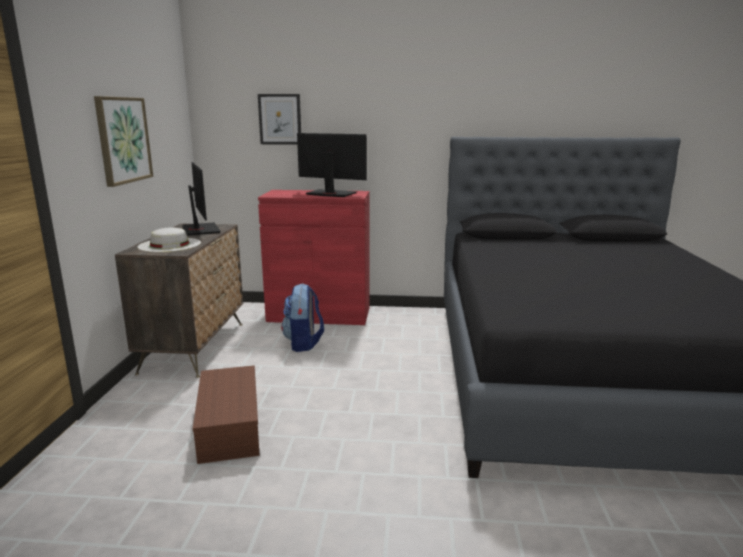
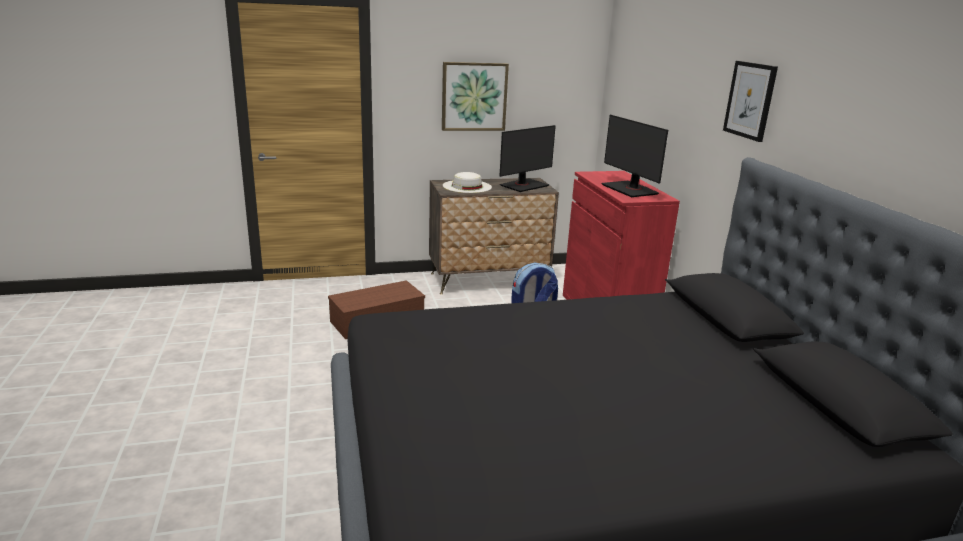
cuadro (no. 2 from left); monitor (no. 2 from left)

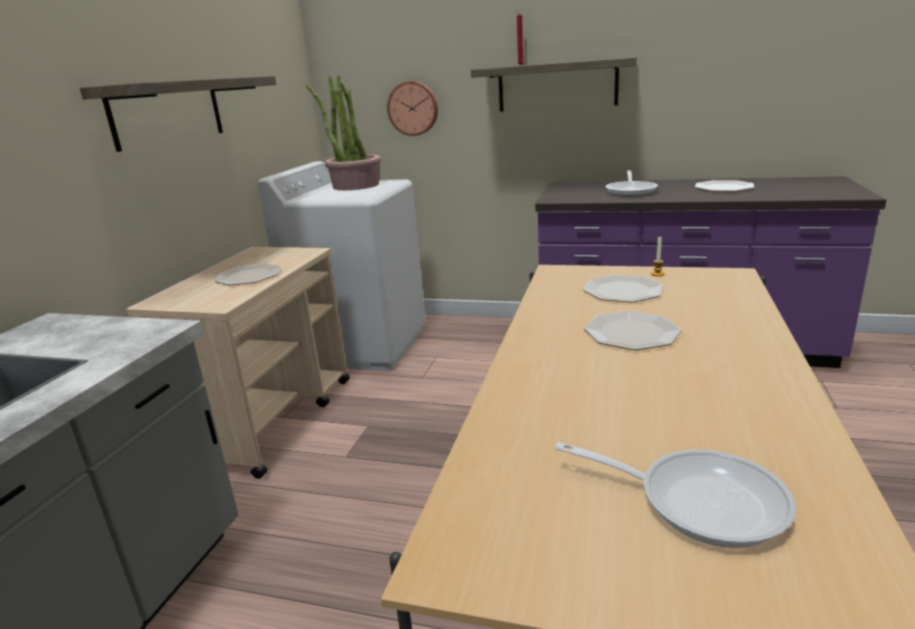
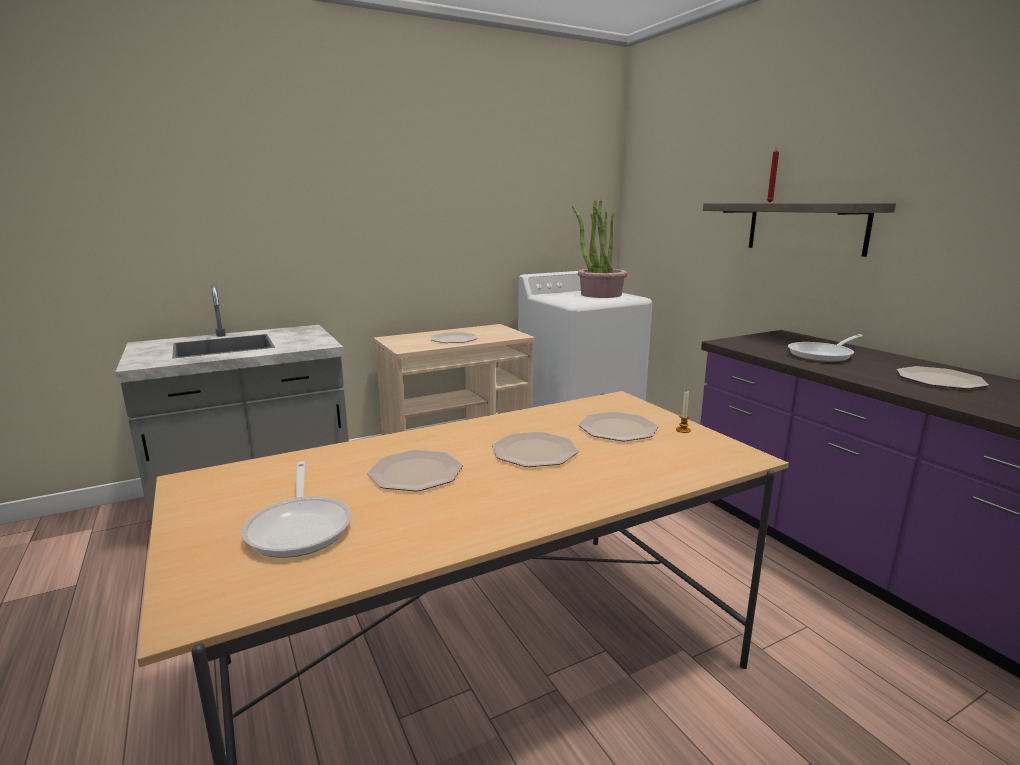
estante (no. 1 from left in the first image); reloj de pared; plato (no. 1 from left)

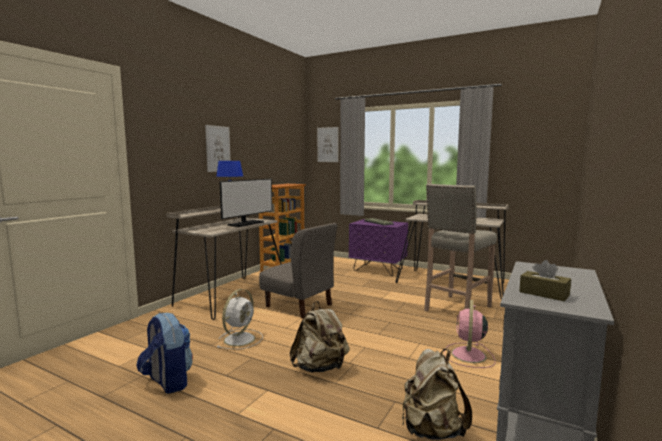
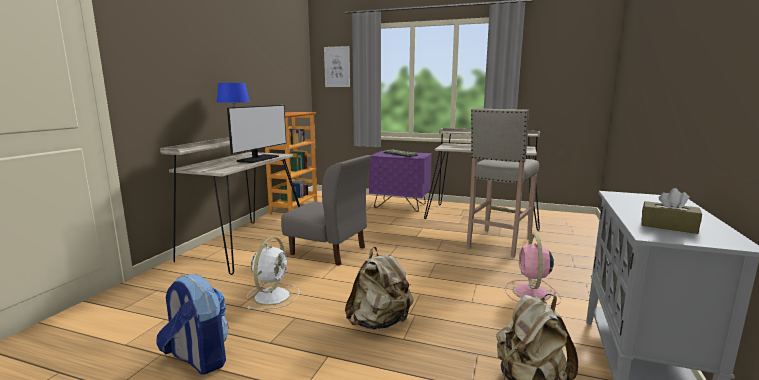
cuadro (no. 1 from left in the first image)

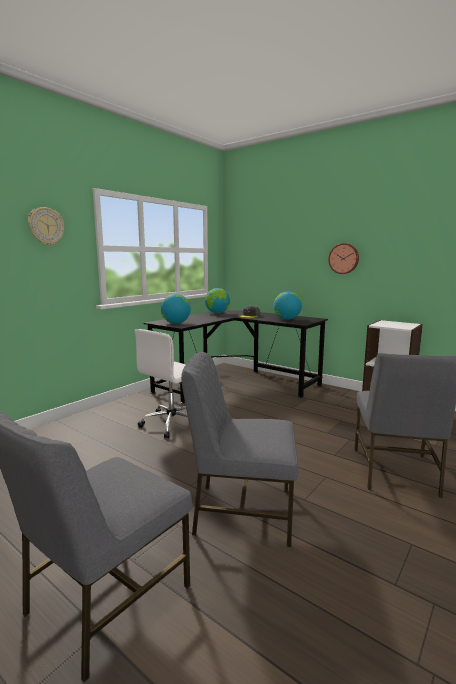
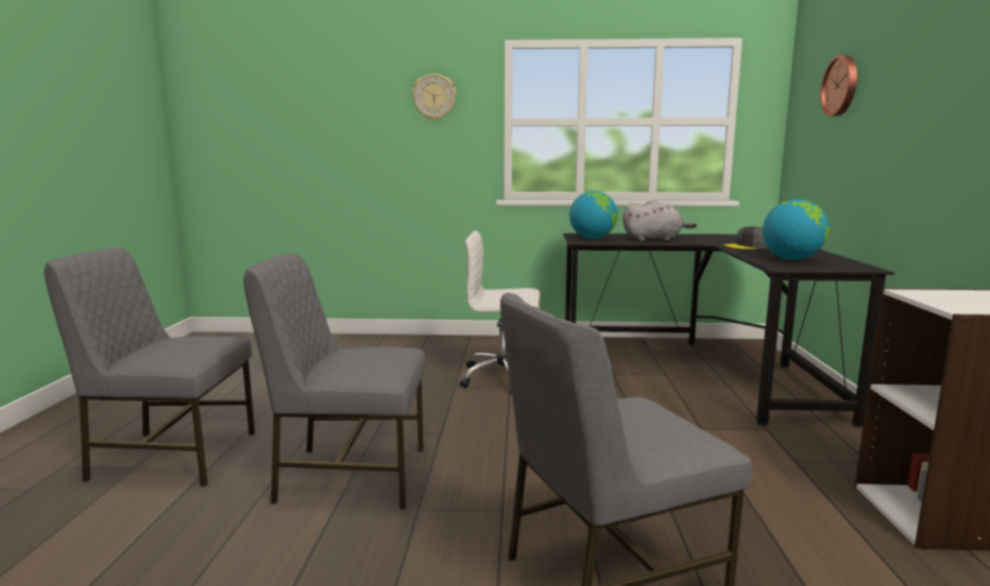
reloj de pared (no. 2 from left); globo terráqueo (no. 2 from left in the first image); silla [gris] (no. 2 from left); peluche [gris]

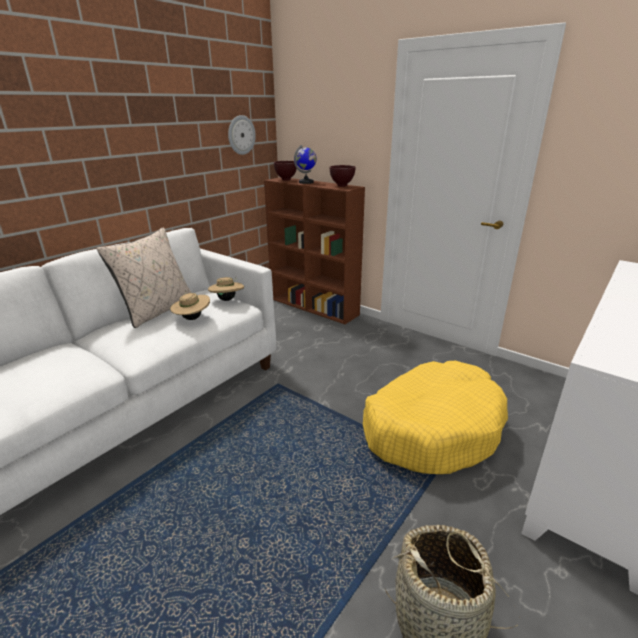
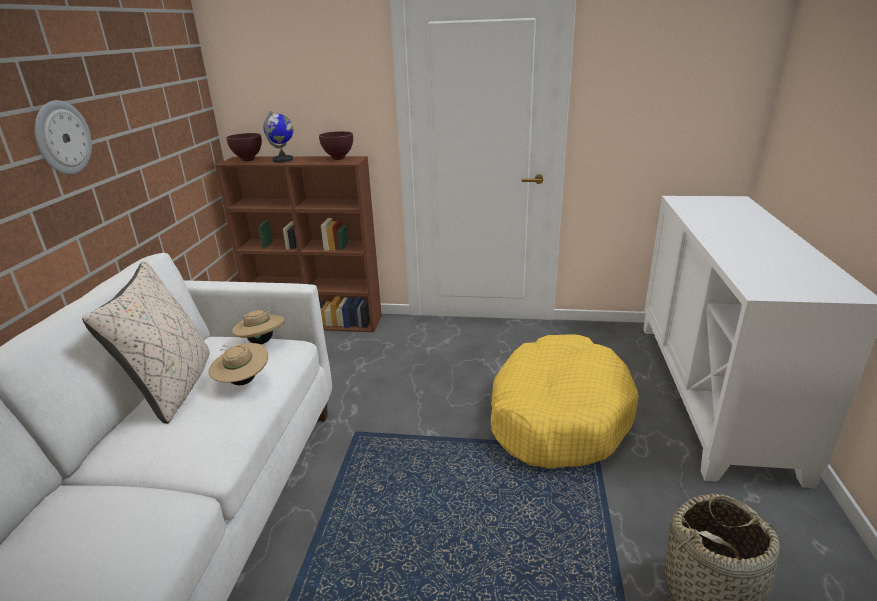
reloj de pared

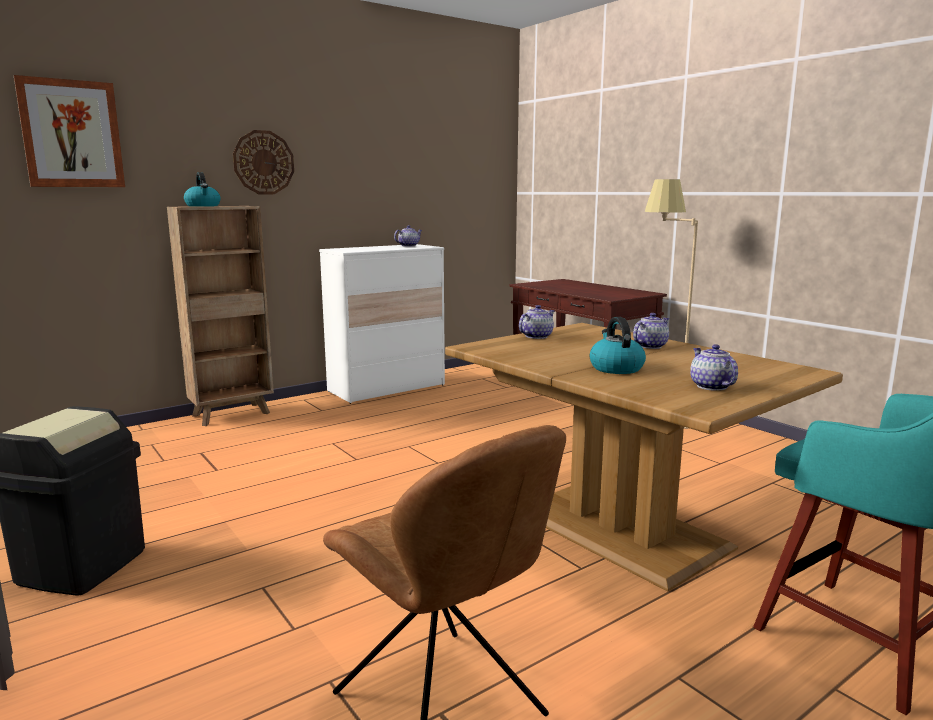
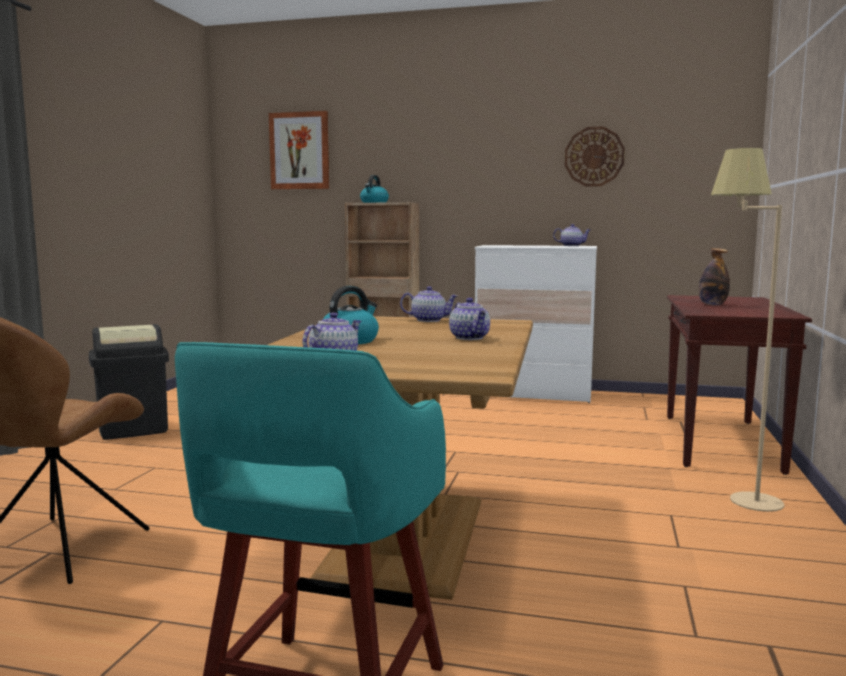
reloj de pared; tetera (no. 3 from left); botella

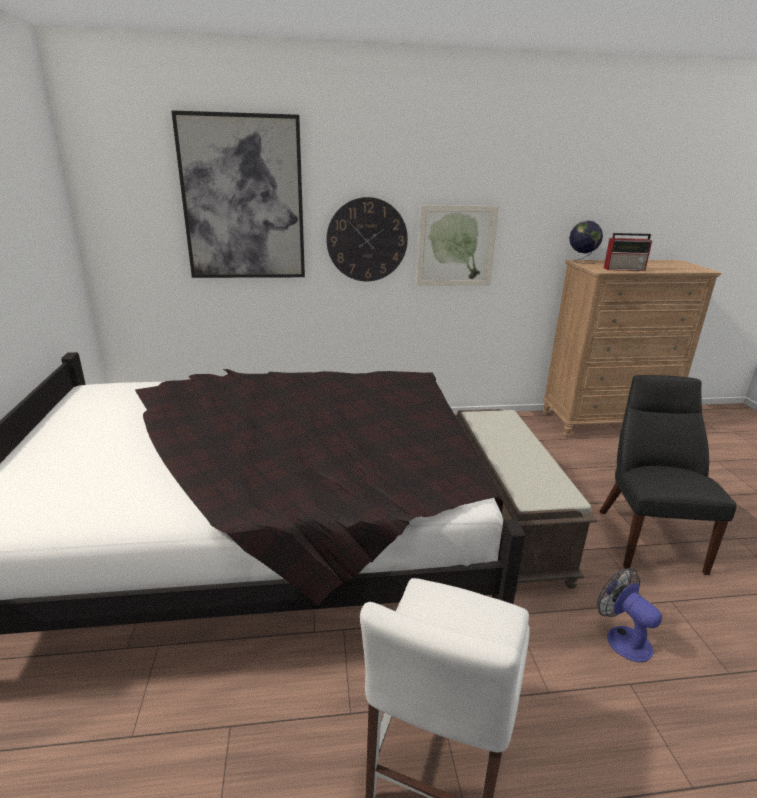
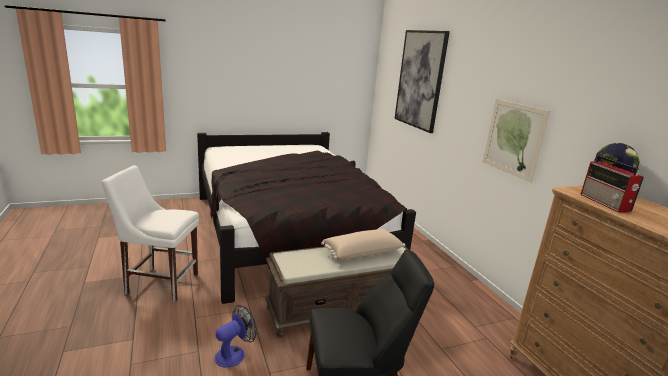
reloj de pared; cojín [beis]

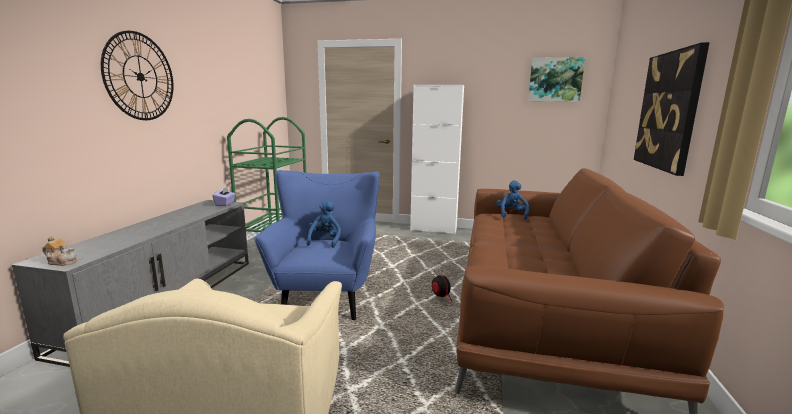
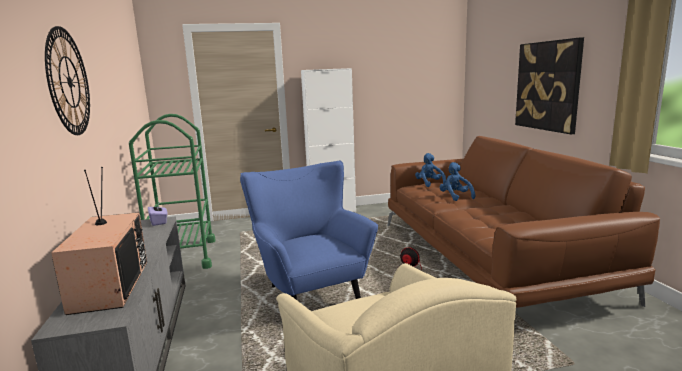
cuadro (no. 1 from left in the first image); peluche [azul] (no. 2 from left); tetera; televisor

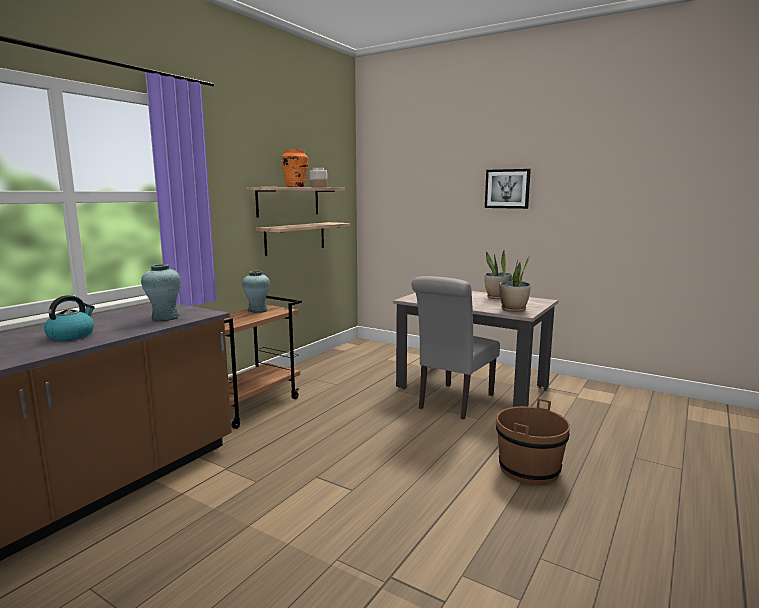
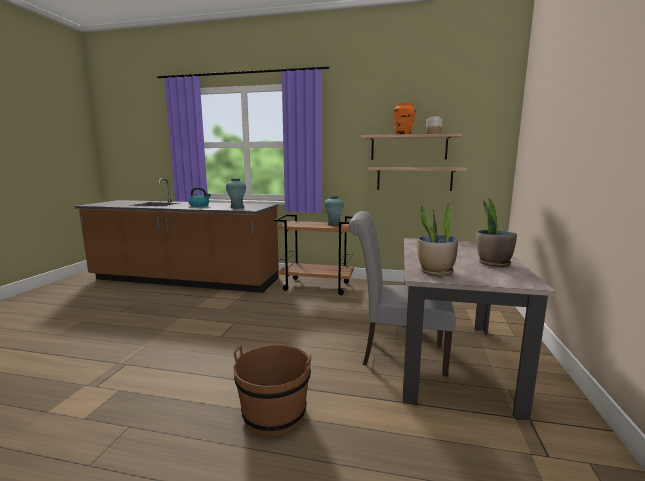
cuadro

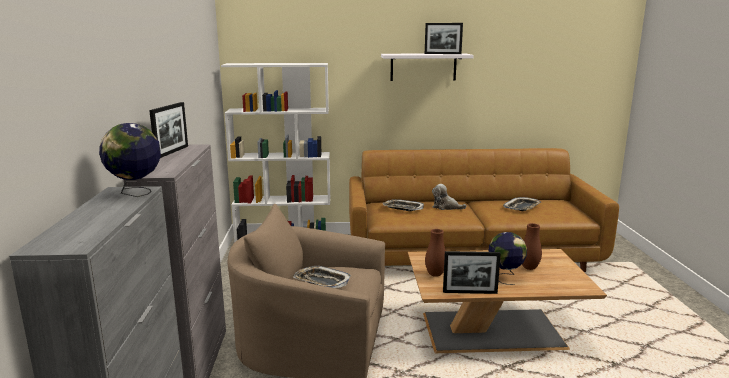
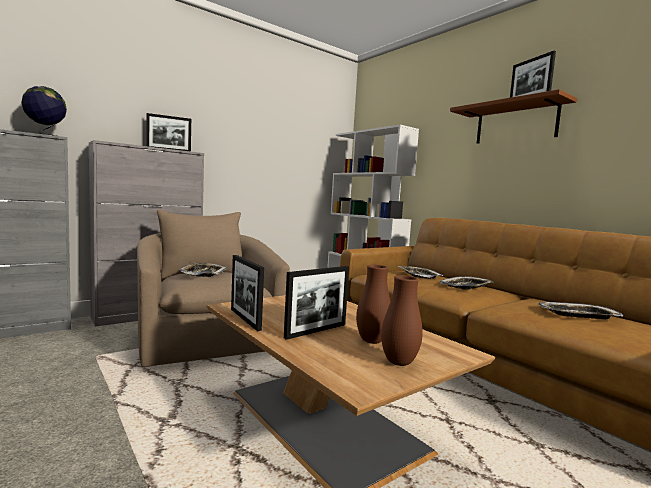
estante [marrón]; bandeja (no. 3 from left); florero [marrón] (no. 2 from left); portarretratos (no. 3 from left)

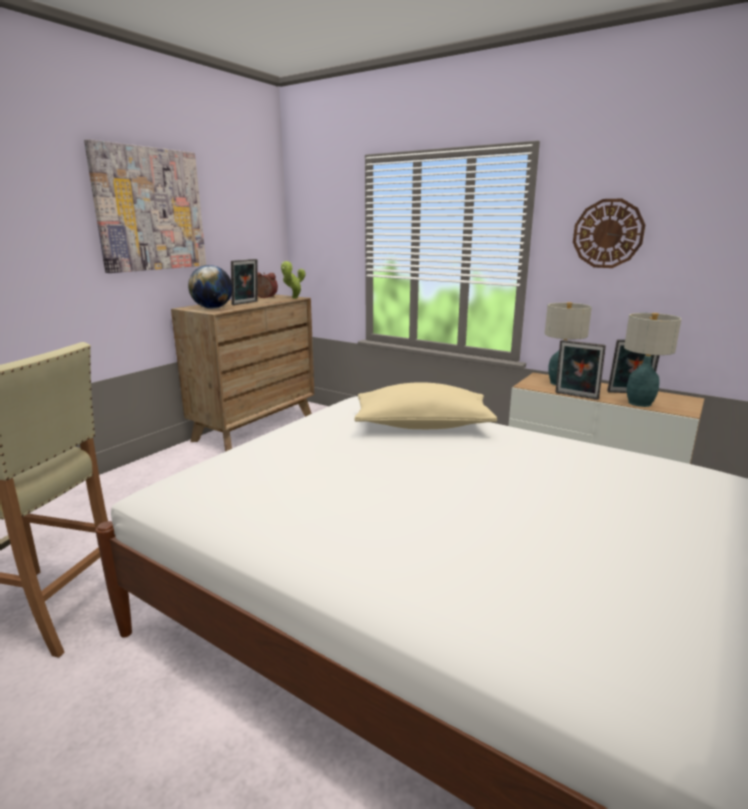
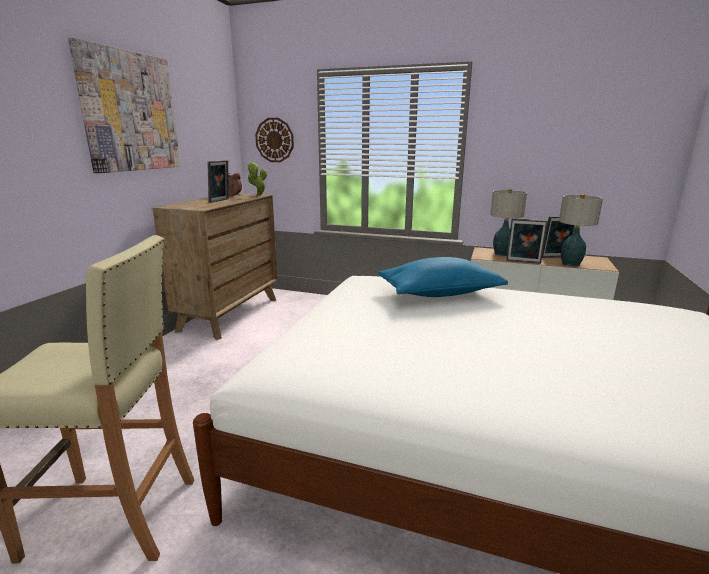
reloj de pared; globo terráqueo; cojín [azul]

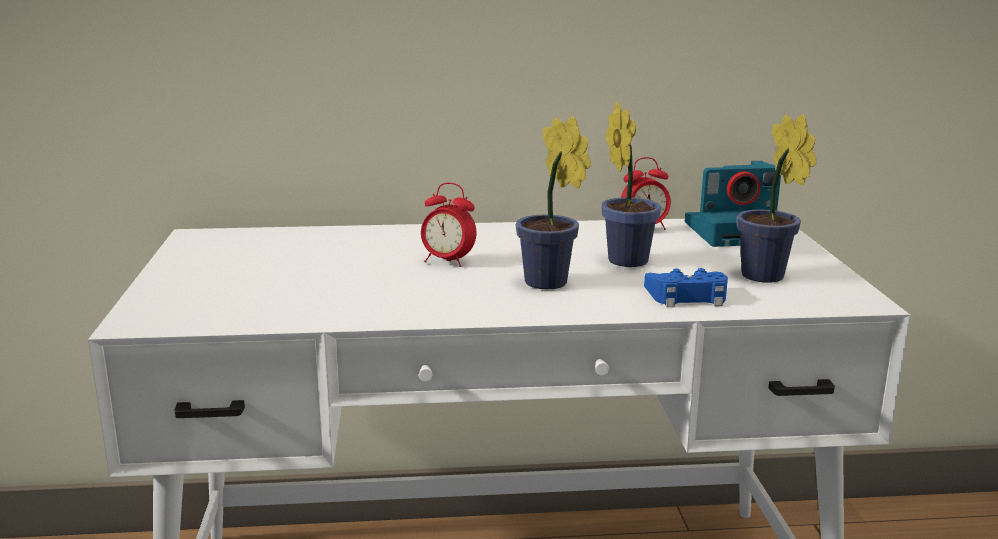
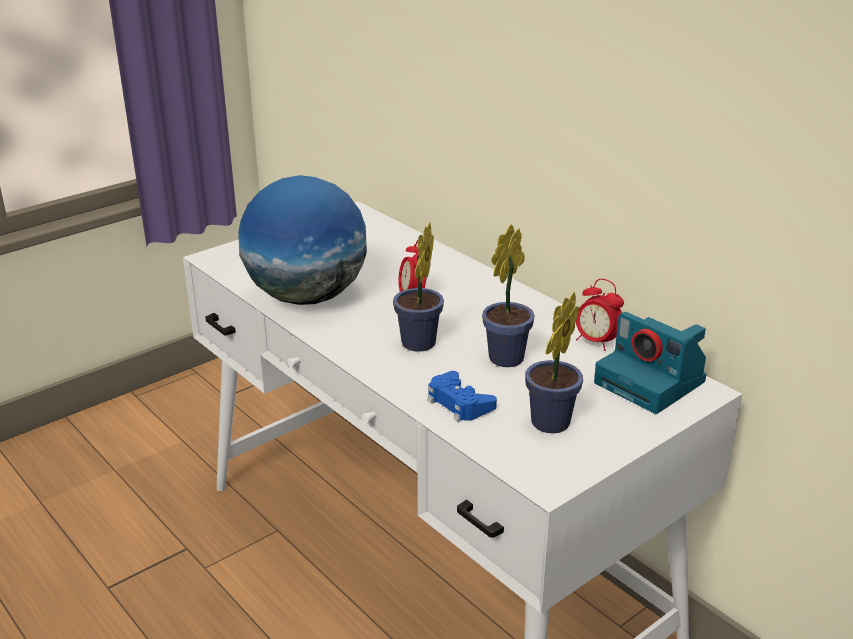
globo terráqueo

